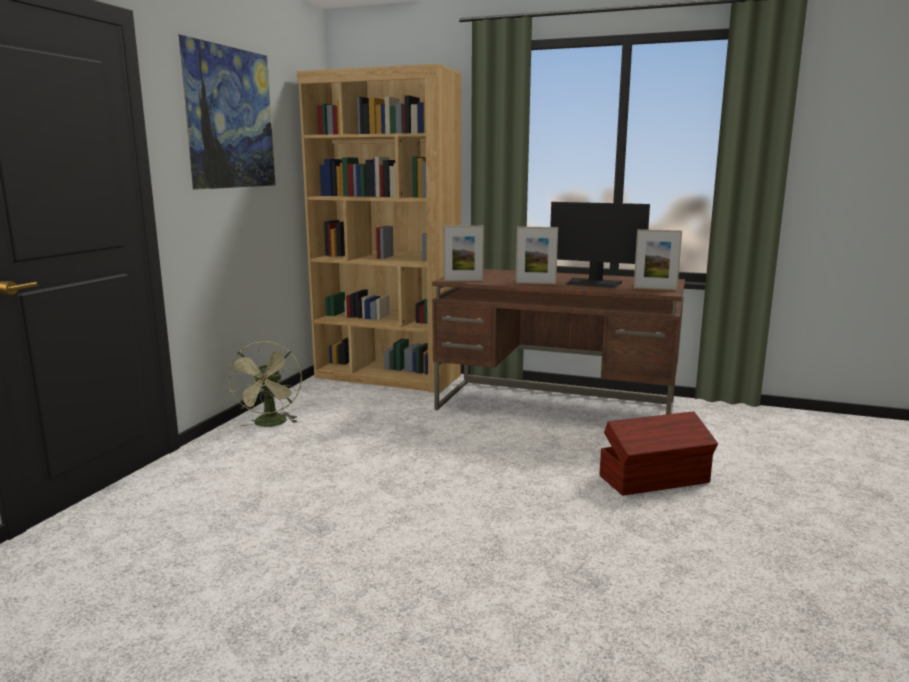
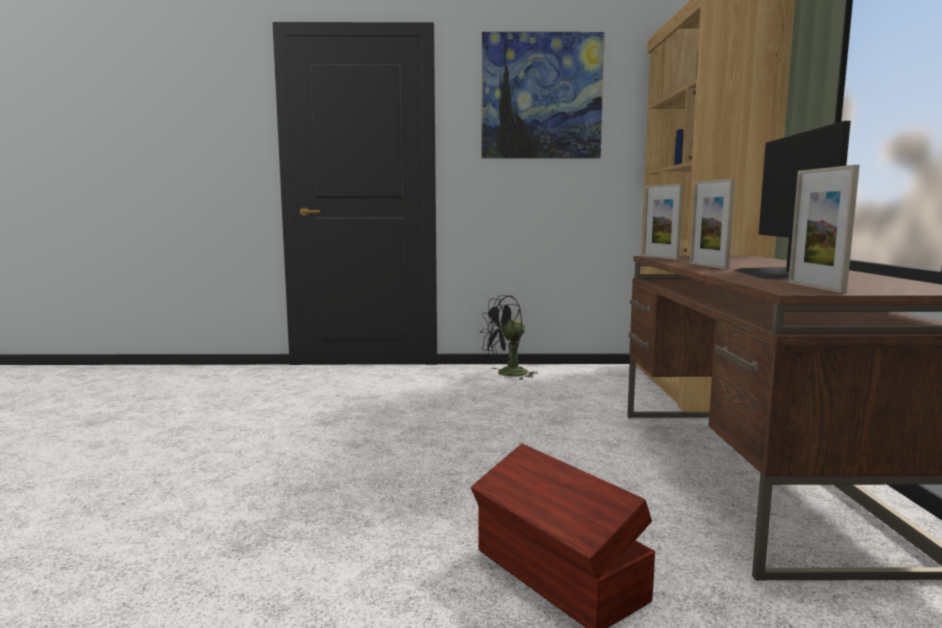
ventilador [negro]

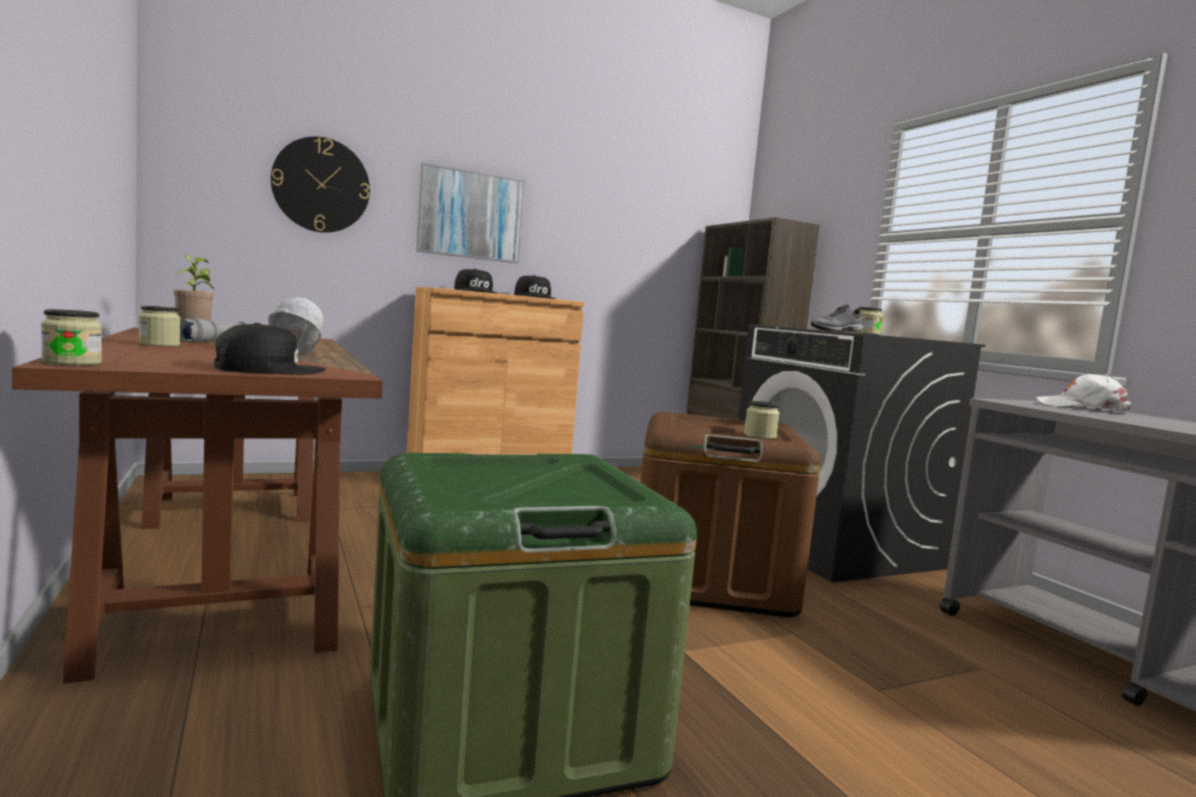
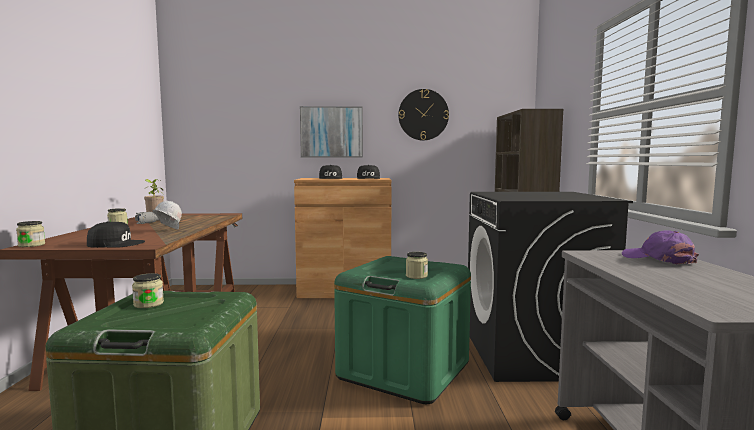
reloj de pared; zapato [gris]; tarro (no. 3 from left); gorra [morado]; caja de almacenaje [verde] (no. 2 from left)

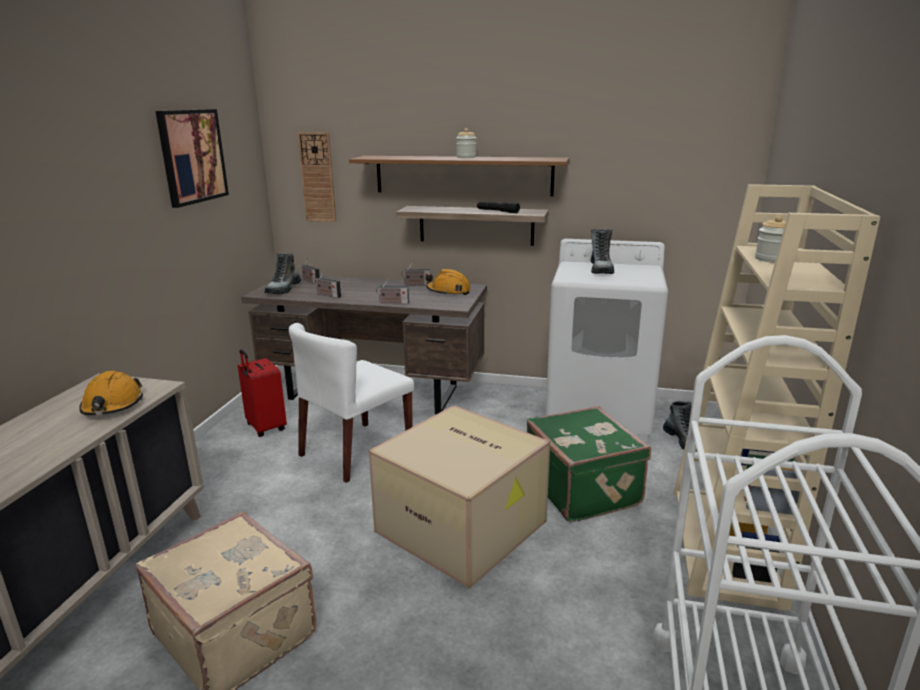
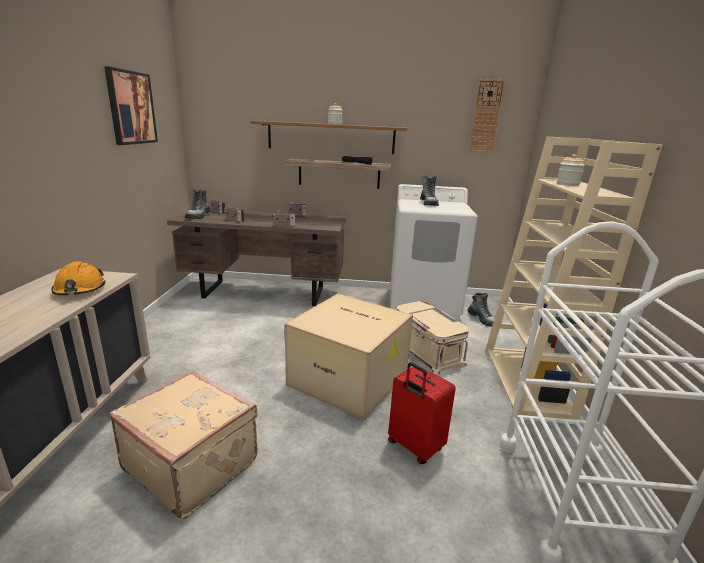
reloj de pared; casco [naranja] (no. 2 from left in the first image); silla [blanco]; maleta [rojo]; caja de almacenaje [beis]

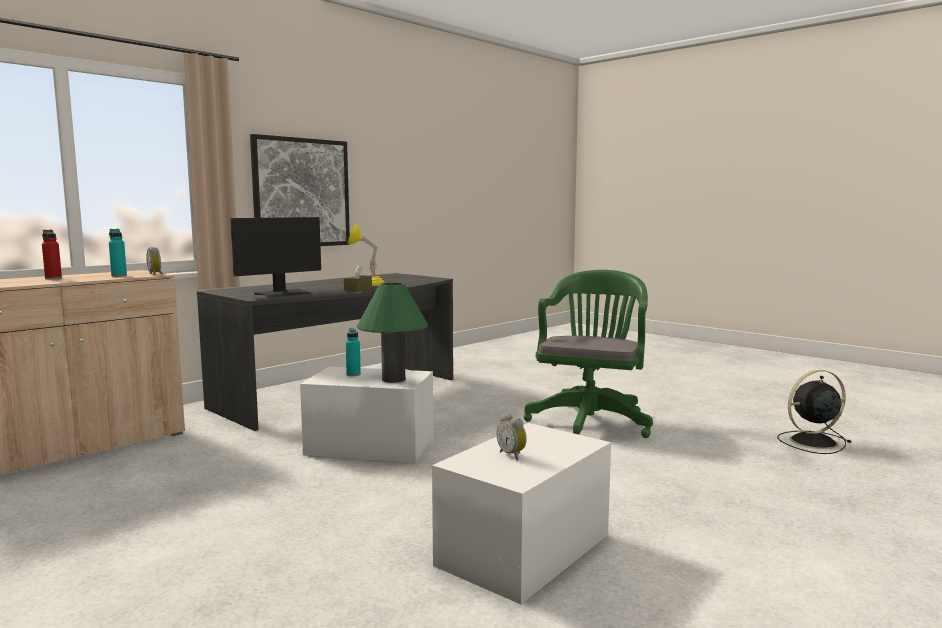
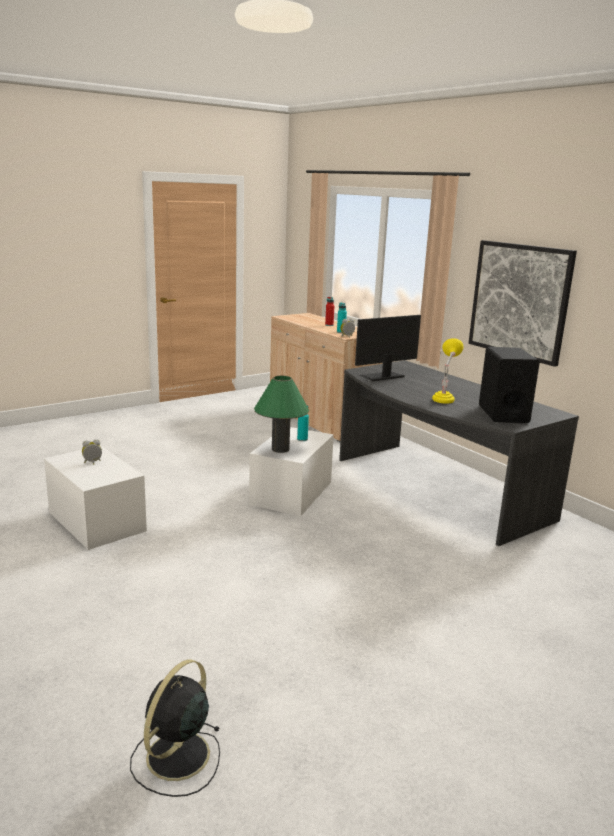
monitor; caja de pañuelos [marrón]; silla de oficina [verde]; ventilador [negro]; altavoz [negro]

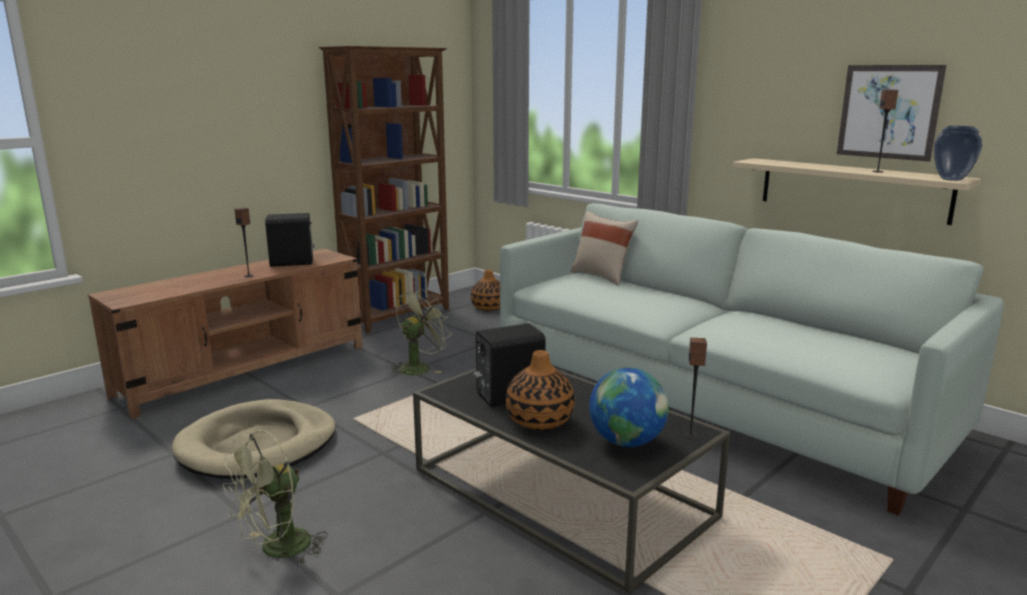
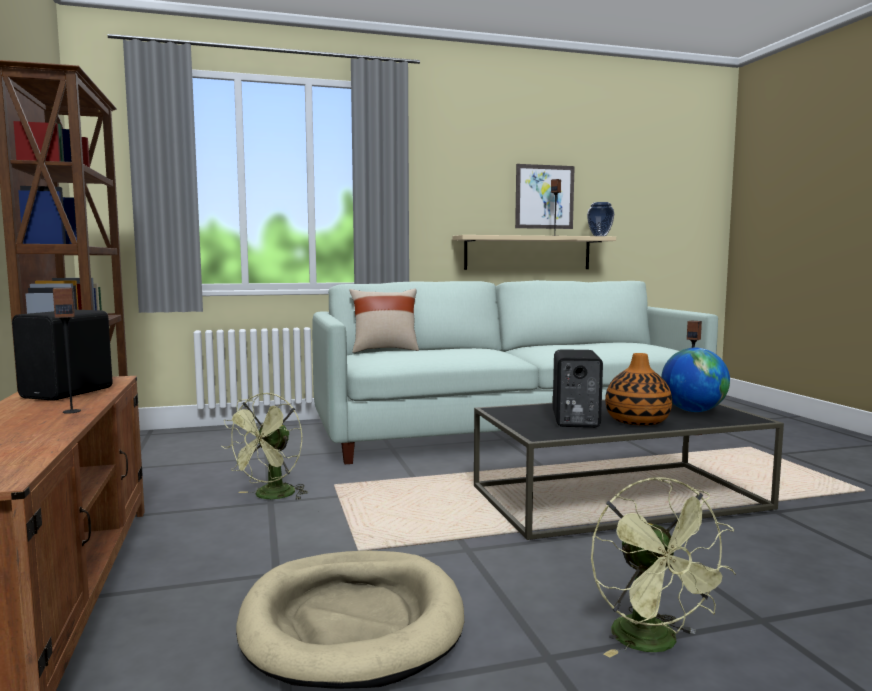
florero (no. 1 from left in the first image); ventilador [verde] (no. 1 from left)

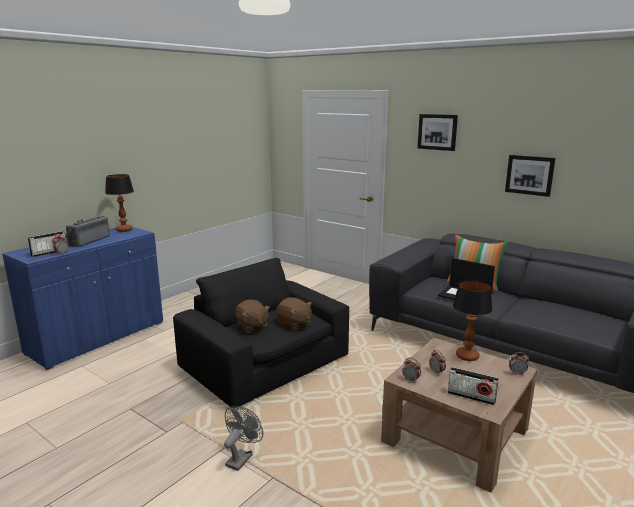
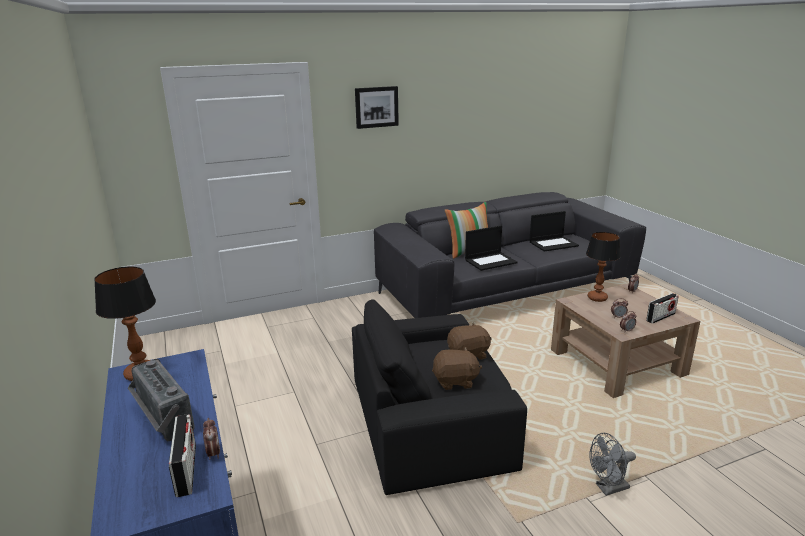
cuadro (no. 2 from left in the first image); ventilador [gris]; portátil (no. 2 from left)

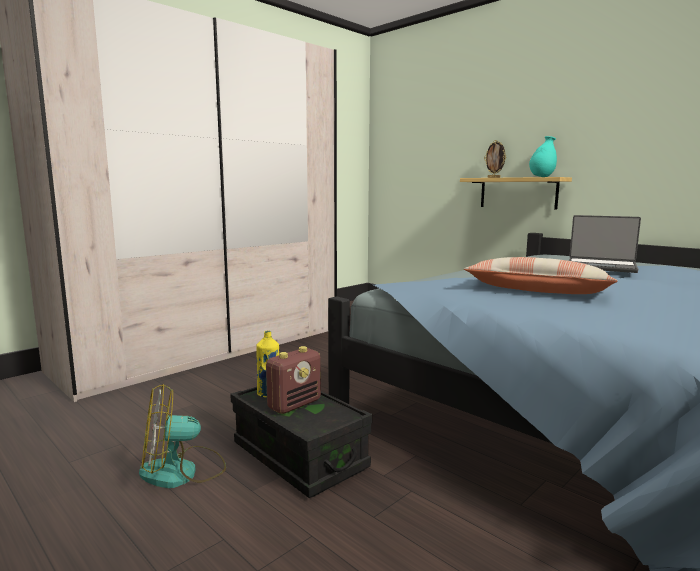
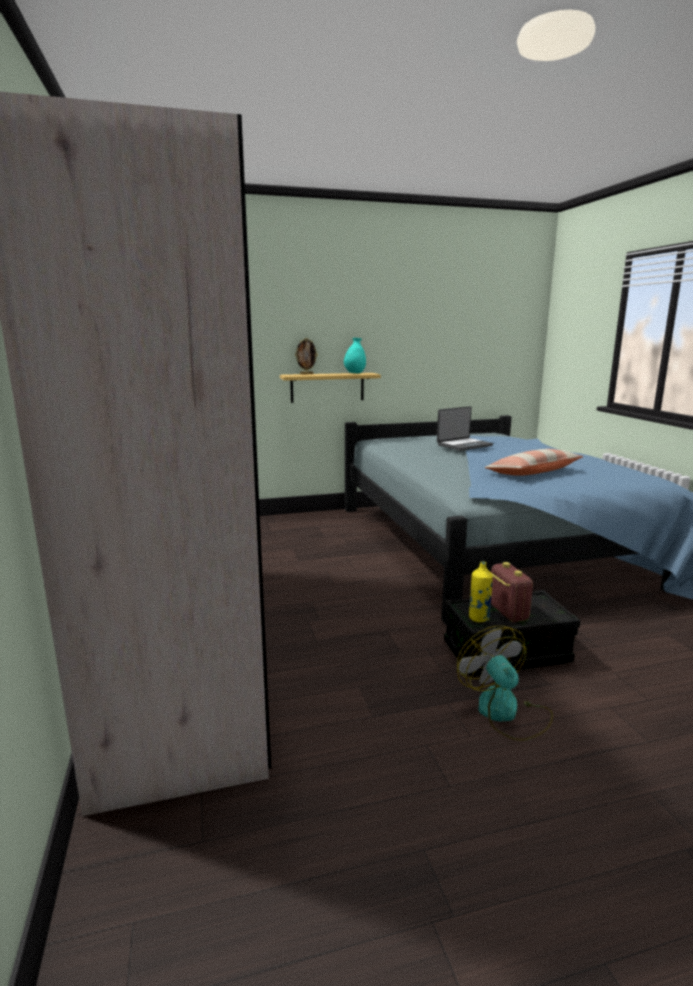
ventilador

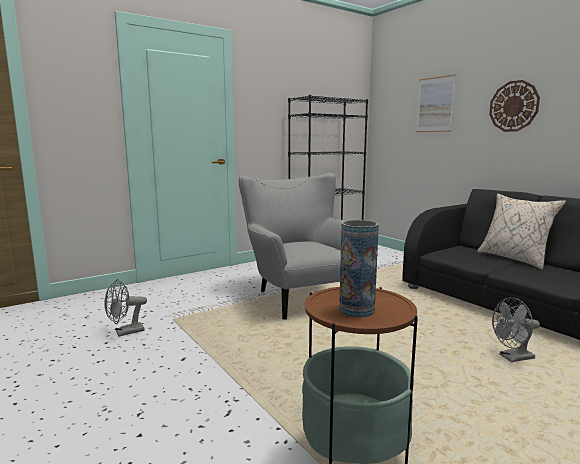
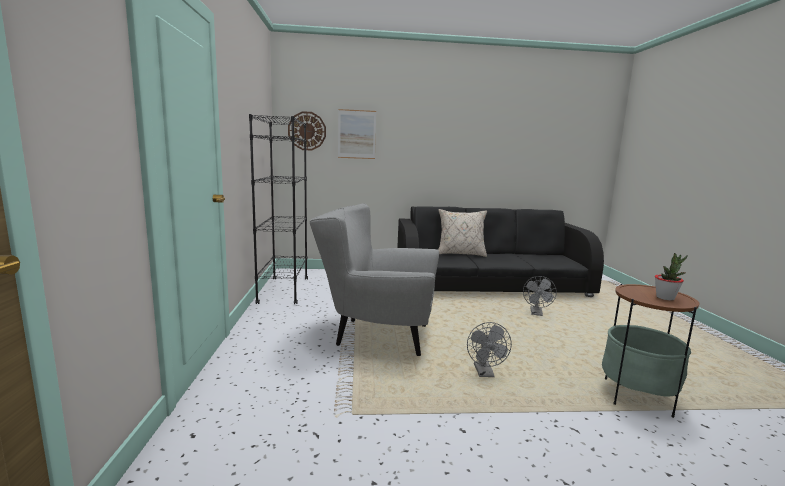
reloj de pared; planta en maceta; ventilador [gris] (no. 1 from left)

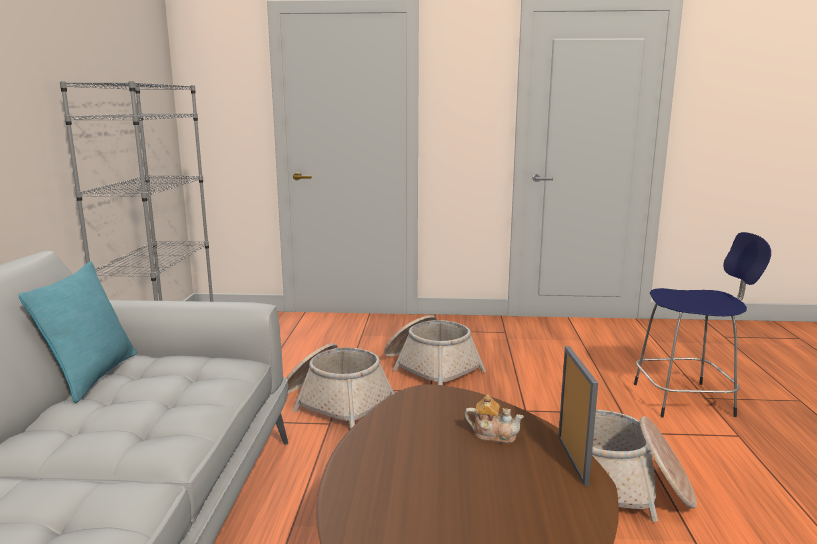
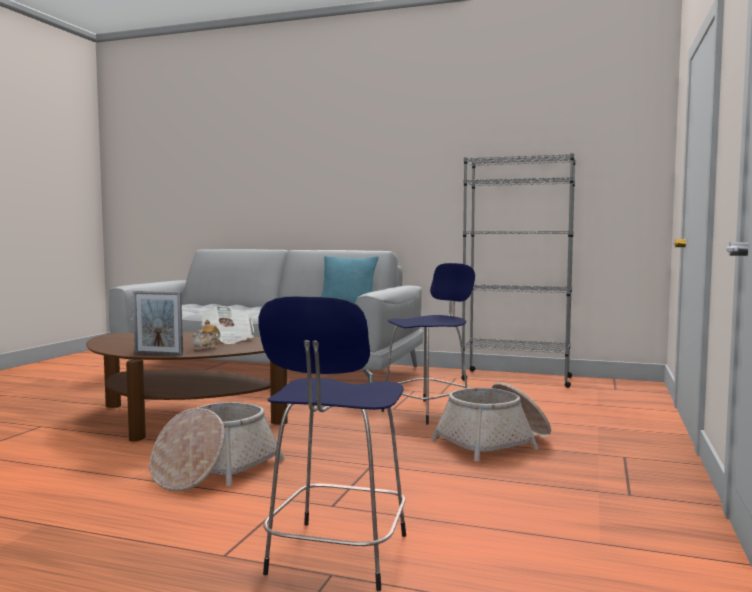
taburete [azul] (no. 2 from left); periódico

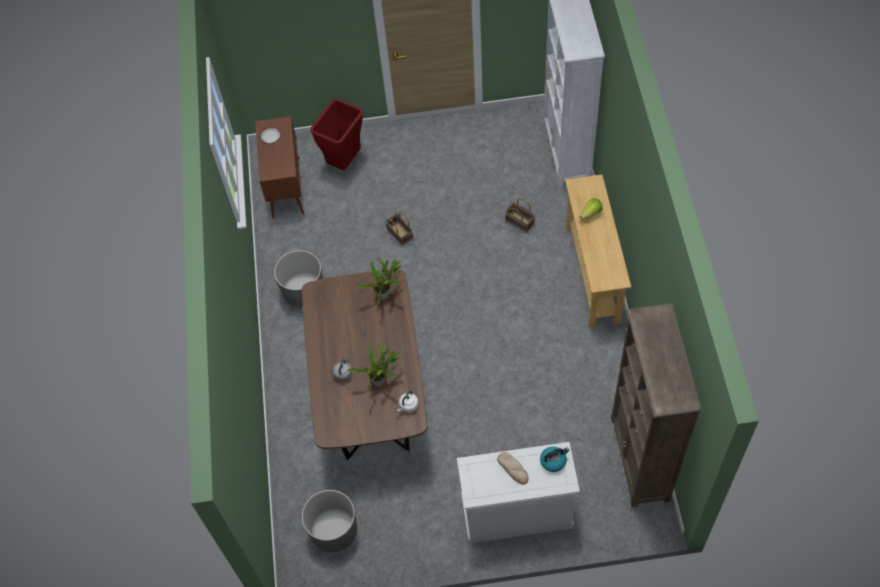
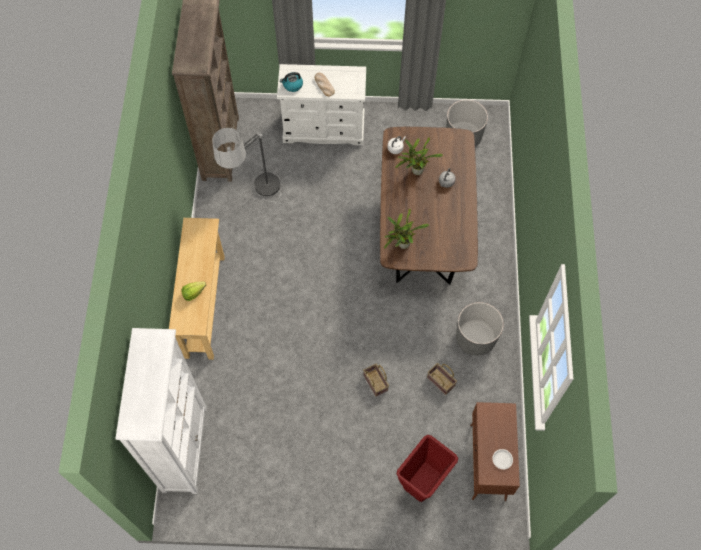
cesta (no. 2 from left); lámpara de pie

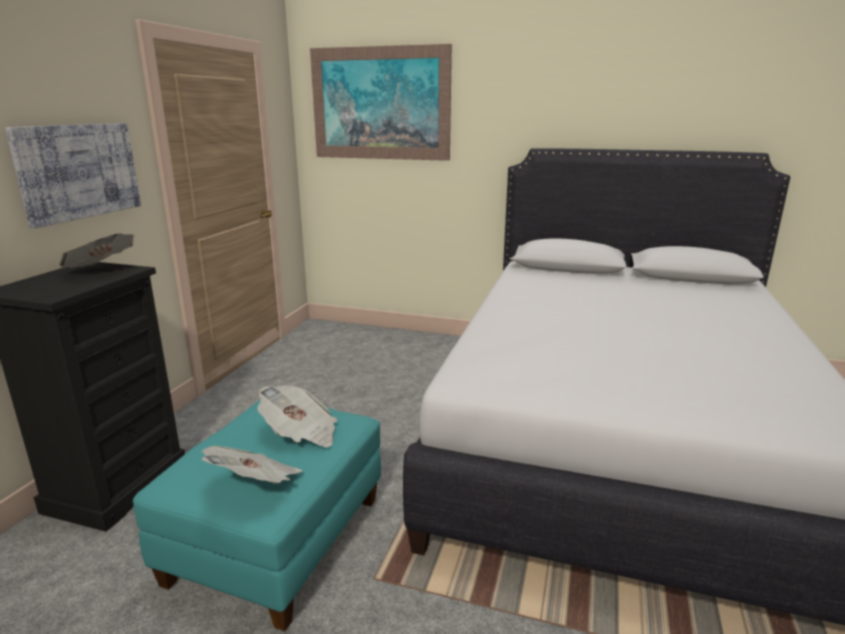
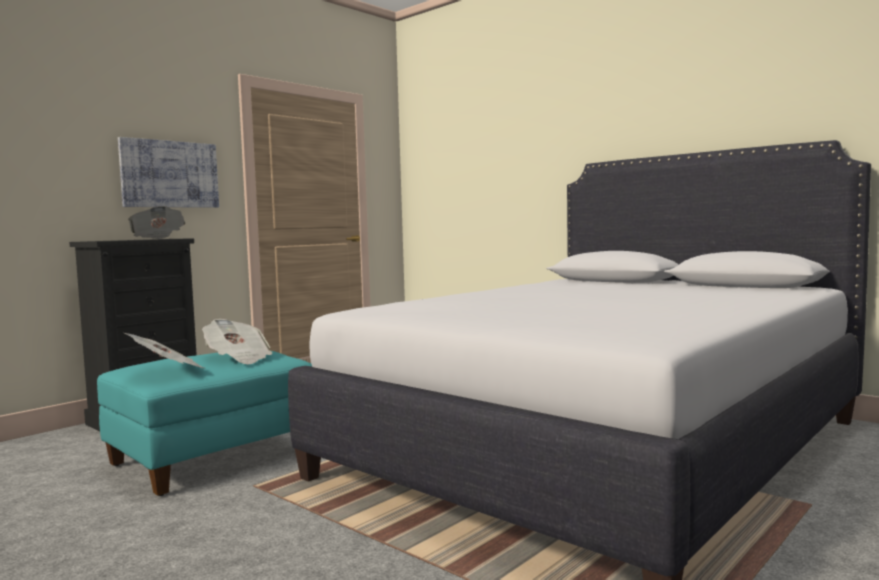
cuadro (no. 2 from left in the first image)

